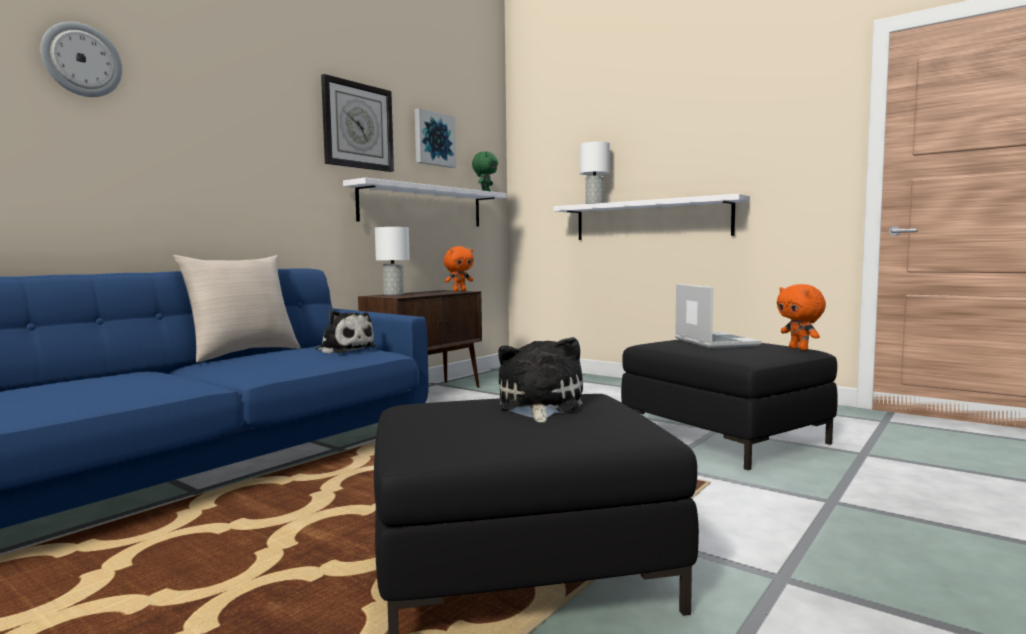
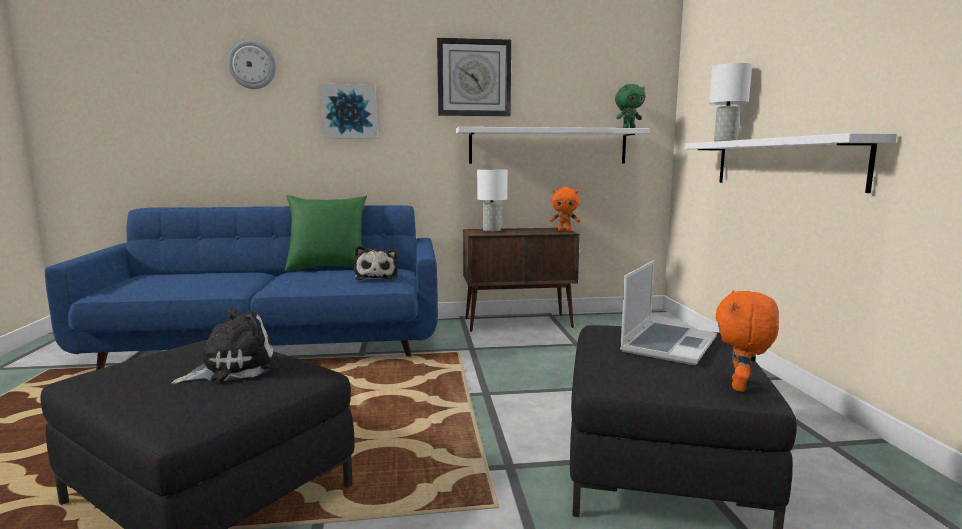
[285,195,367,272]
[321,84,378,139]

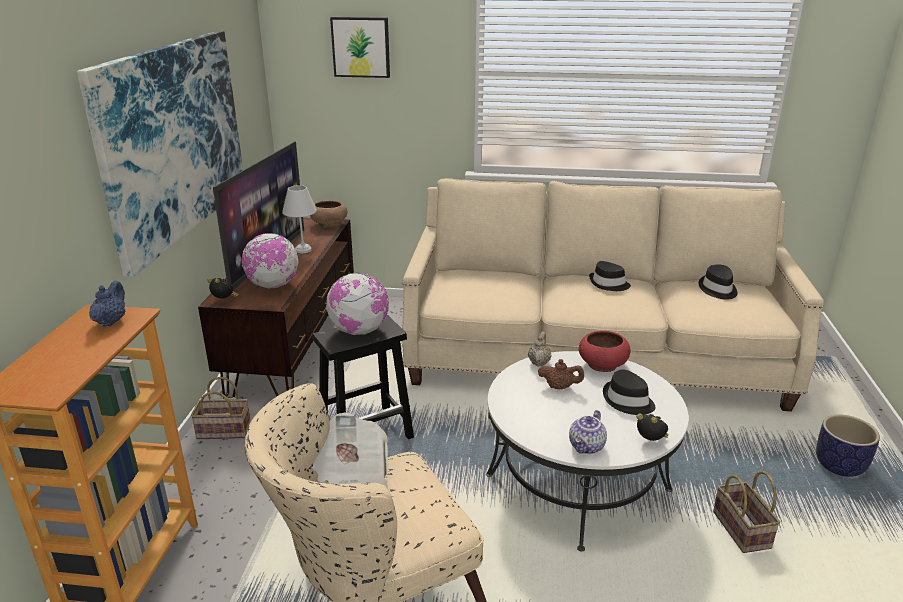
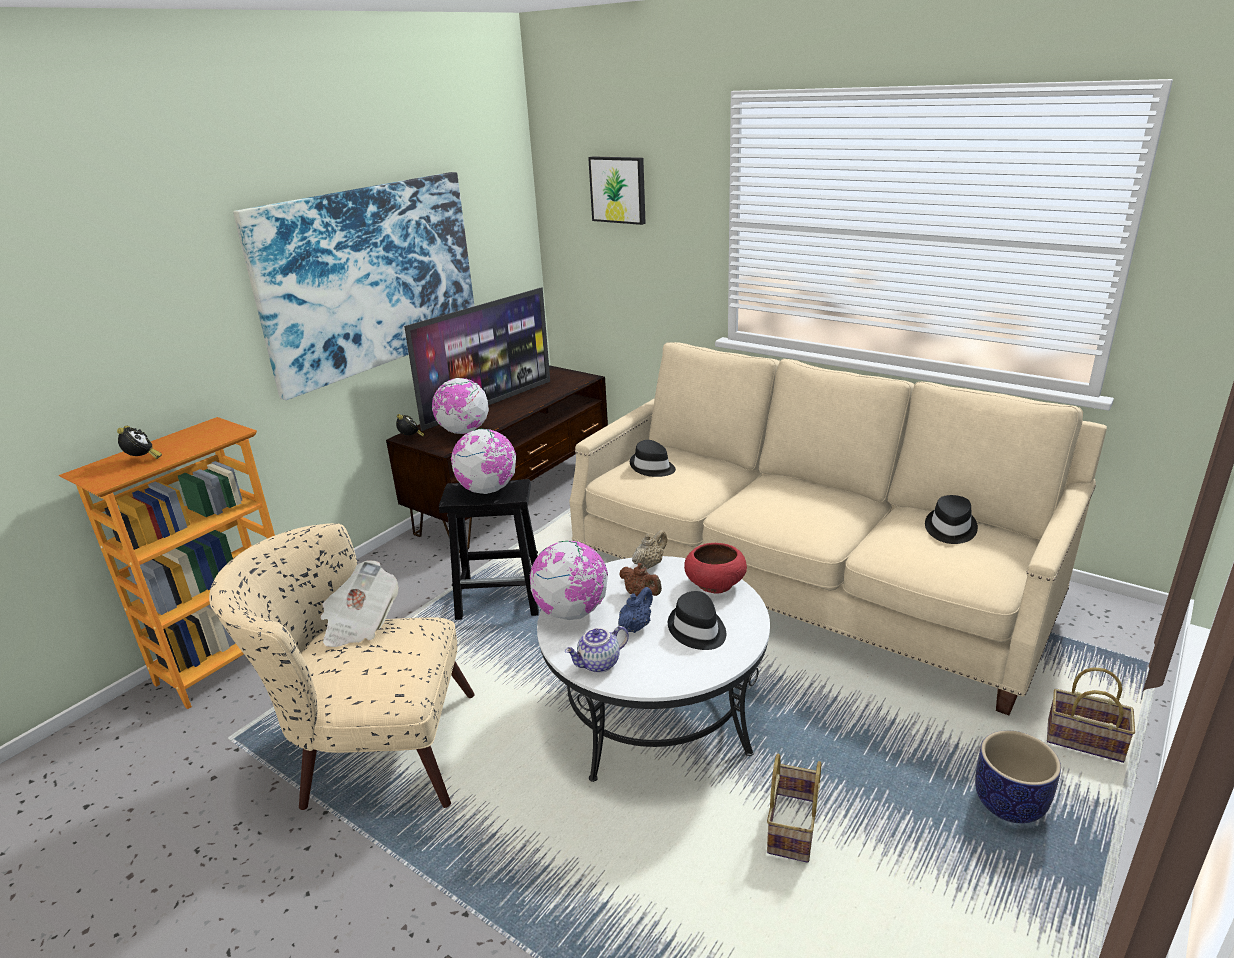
[117,426,162,459]
[530,541,608,620]
[618,587,653,633]
[630,440,676,477]
[1047,667,1135,763]
[282,185,317,253] (first image)
[310,200,347,228] (first image)

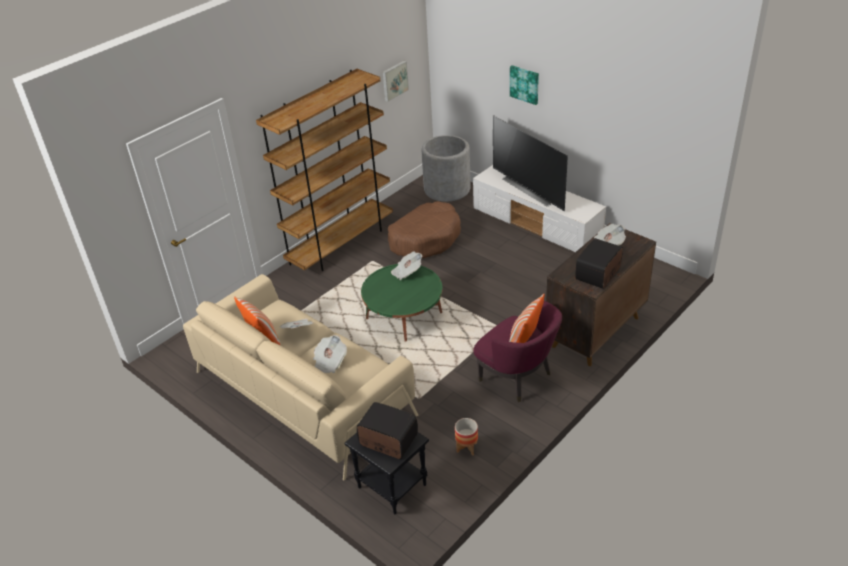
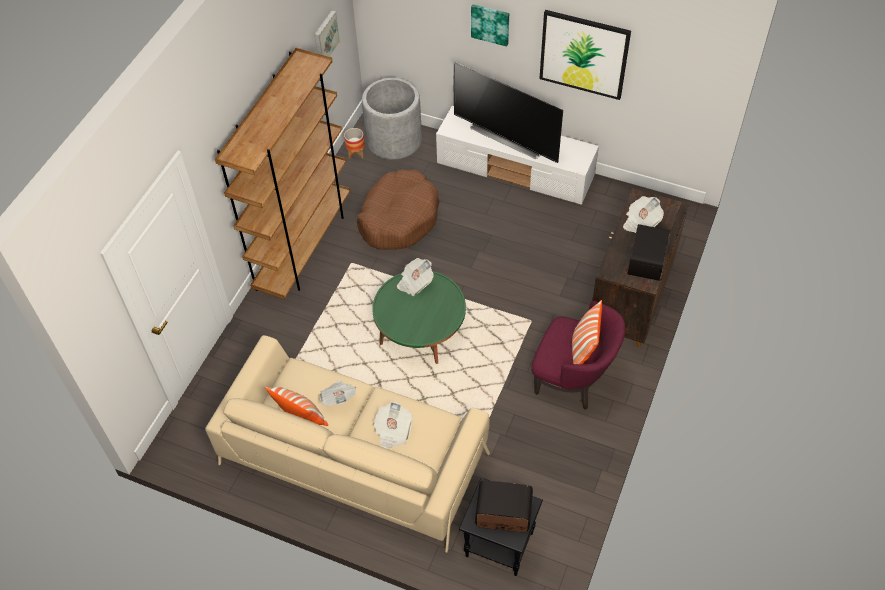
[344,128,365,159]
[539,10,631,100]

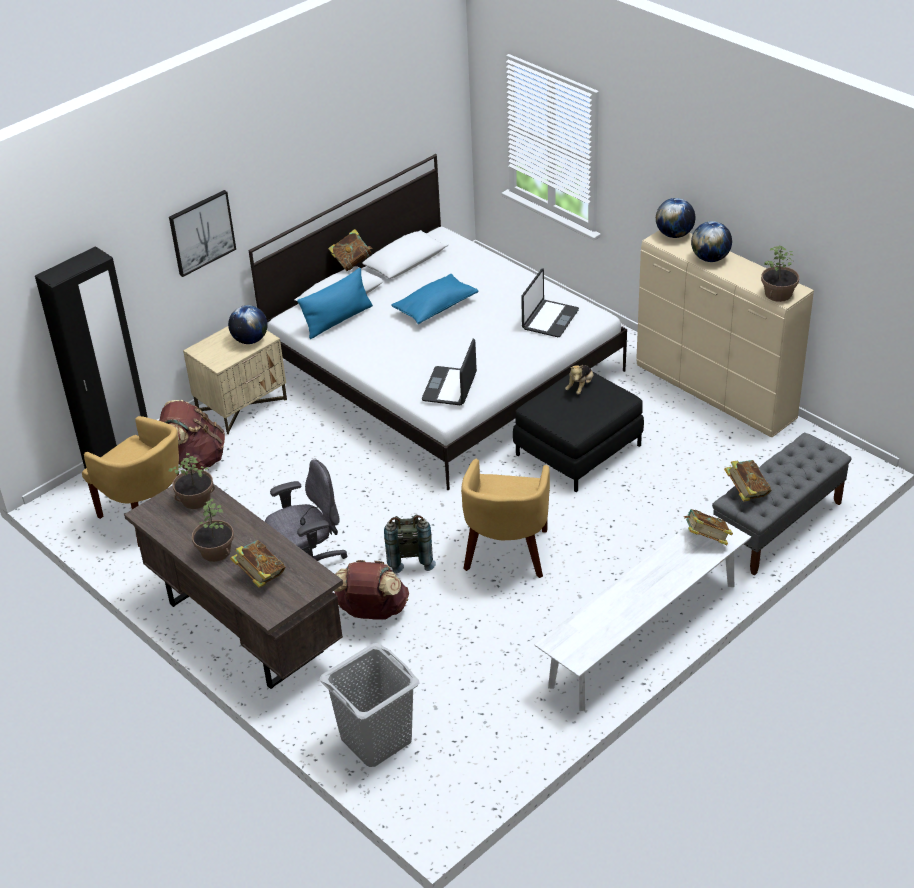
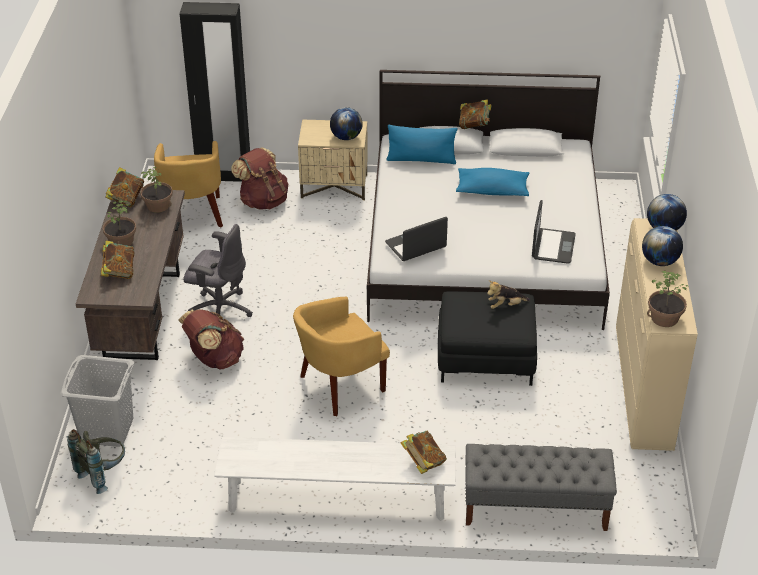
[67,429,125,494]
[105,167,144,207]
[532,200,576,264]
[169,190,236,277] (first image)

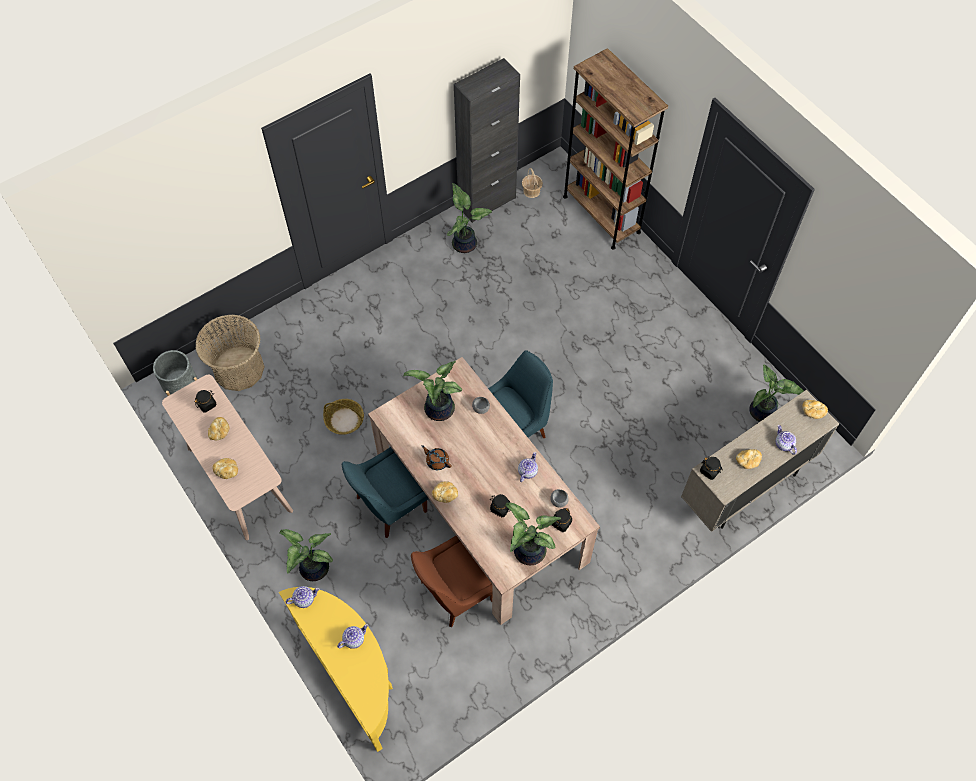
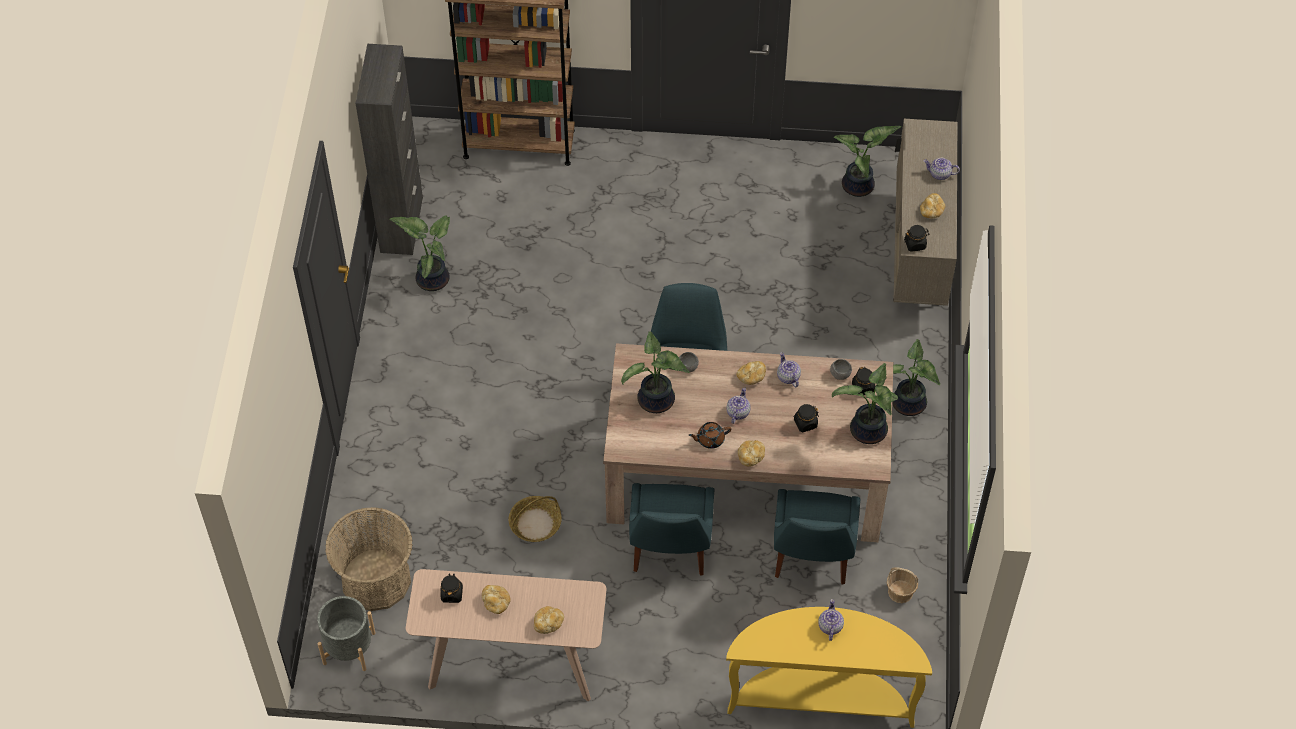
[726,387,751,424]
[736,361,766,385]
[774,489,860,584]
[887,567,918,603]
[892,339,940,416]

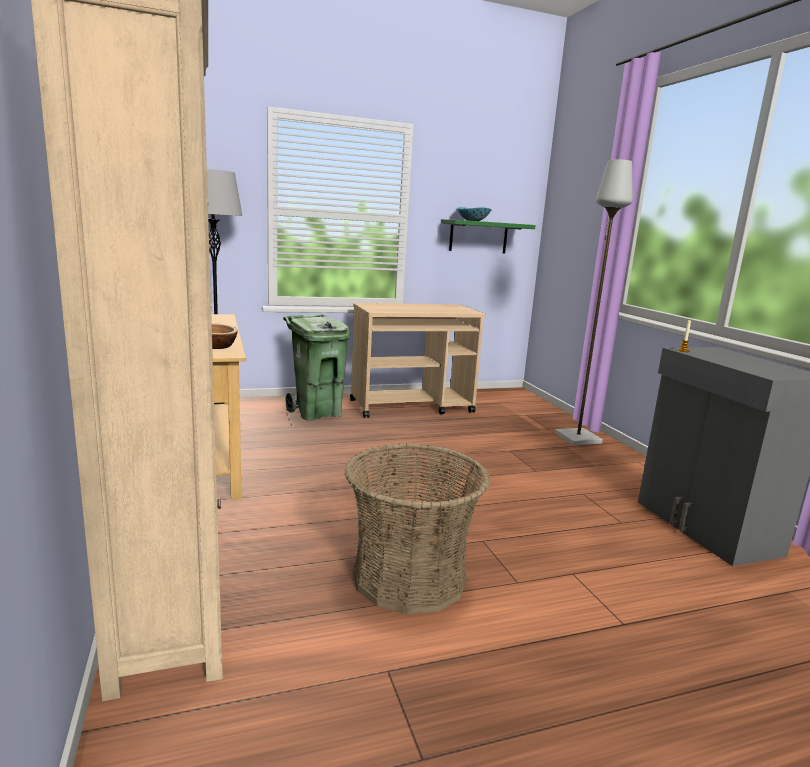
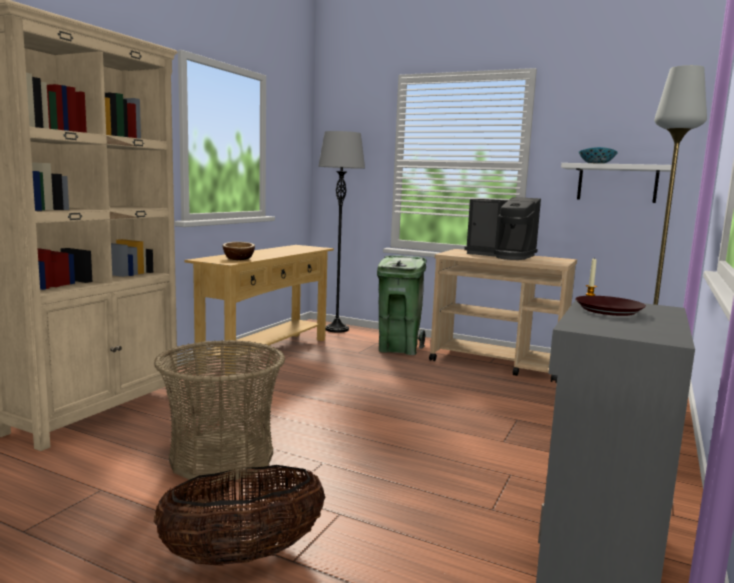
[154,465,325,566]
[464,197,541,260]
[561,163,677,203]
[575,296,646,316]

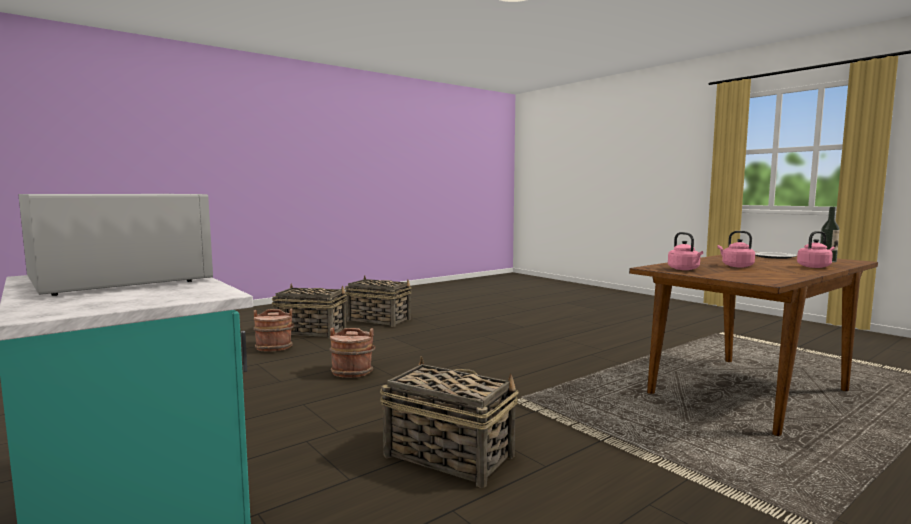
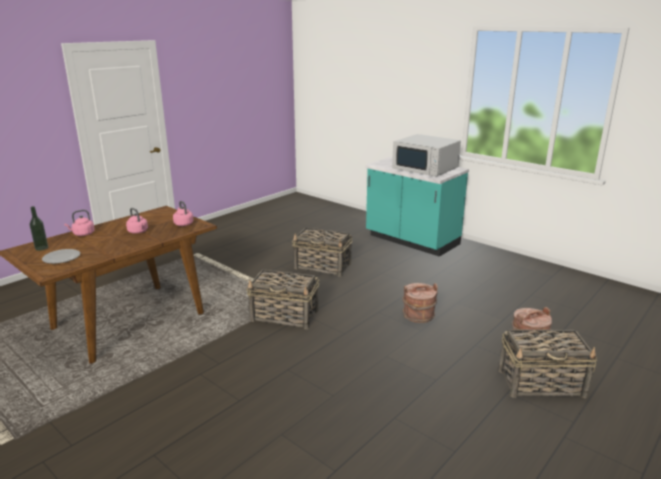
[246,269,319,329]

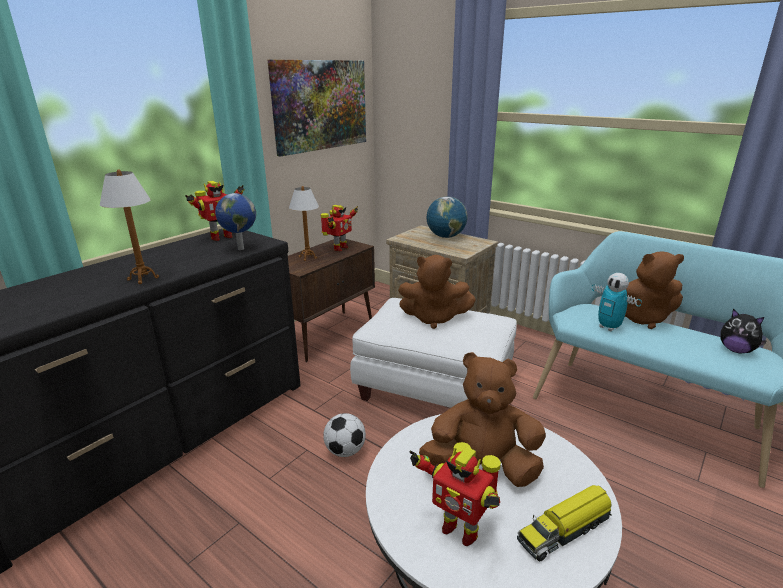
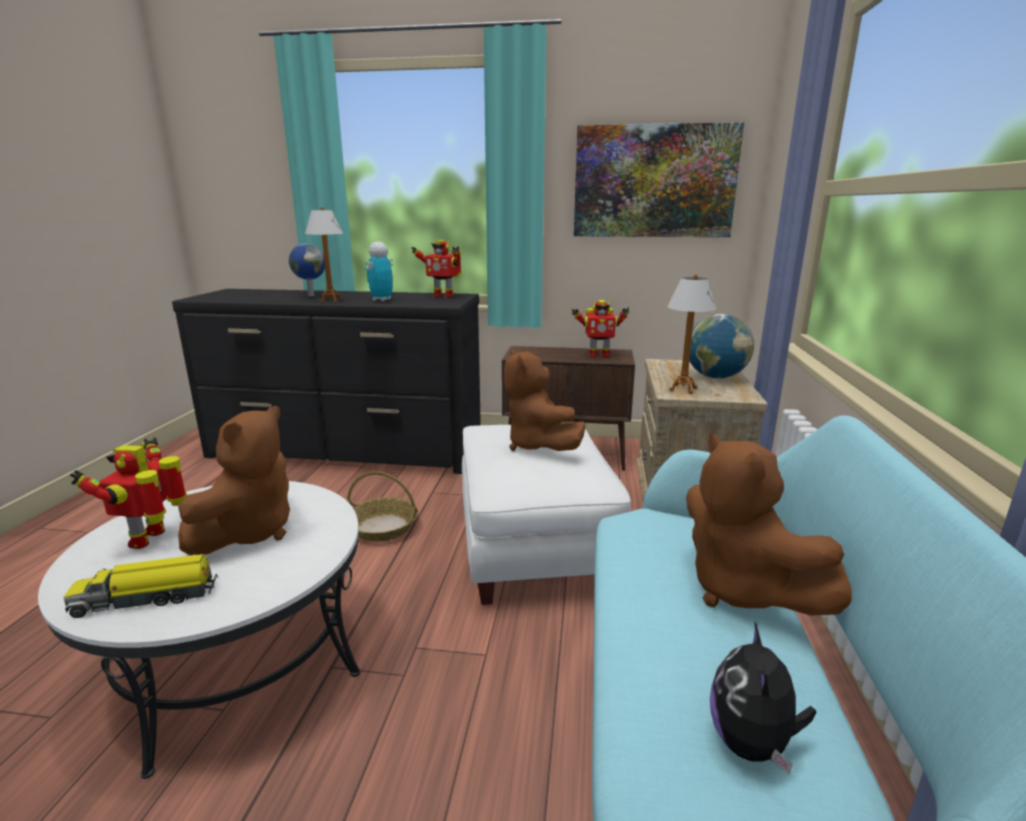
[64,554,218,618]
[178,406,290,555]
[289,244,325,296]
[347,471,418,541]
[365,242,393,301]
[667,274,716,394]

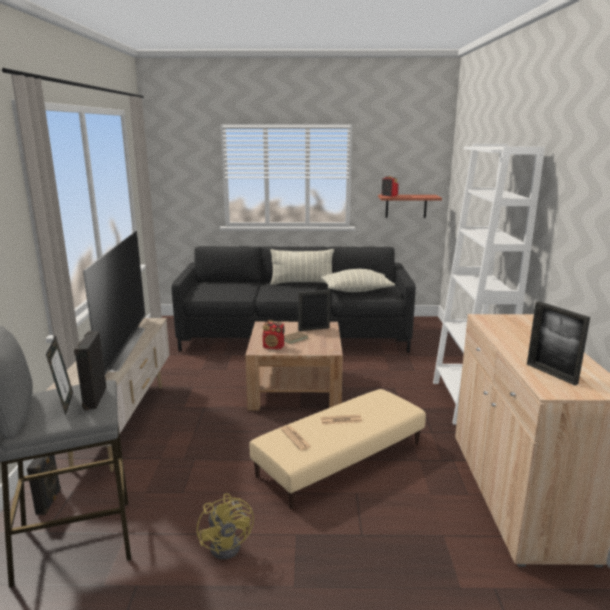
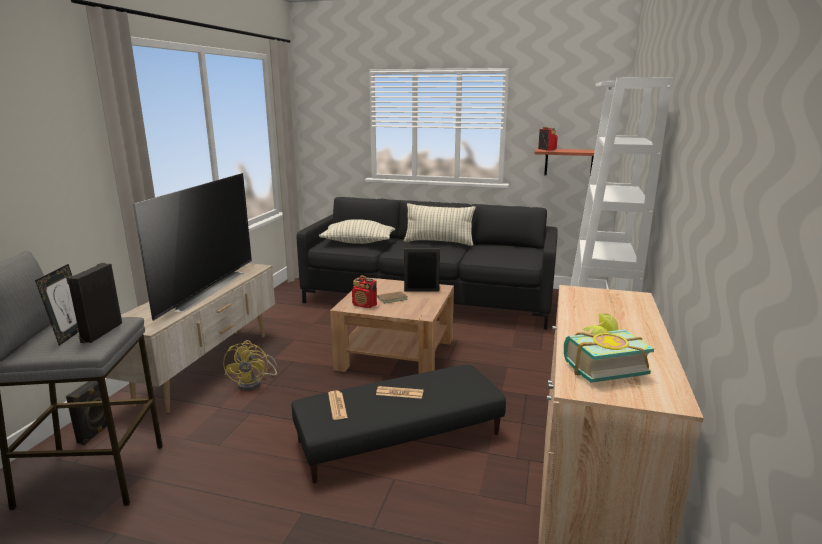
[223,340,277,391]
[292,365,506,484]
[319,219,396,244]
[564,313,654,383]

